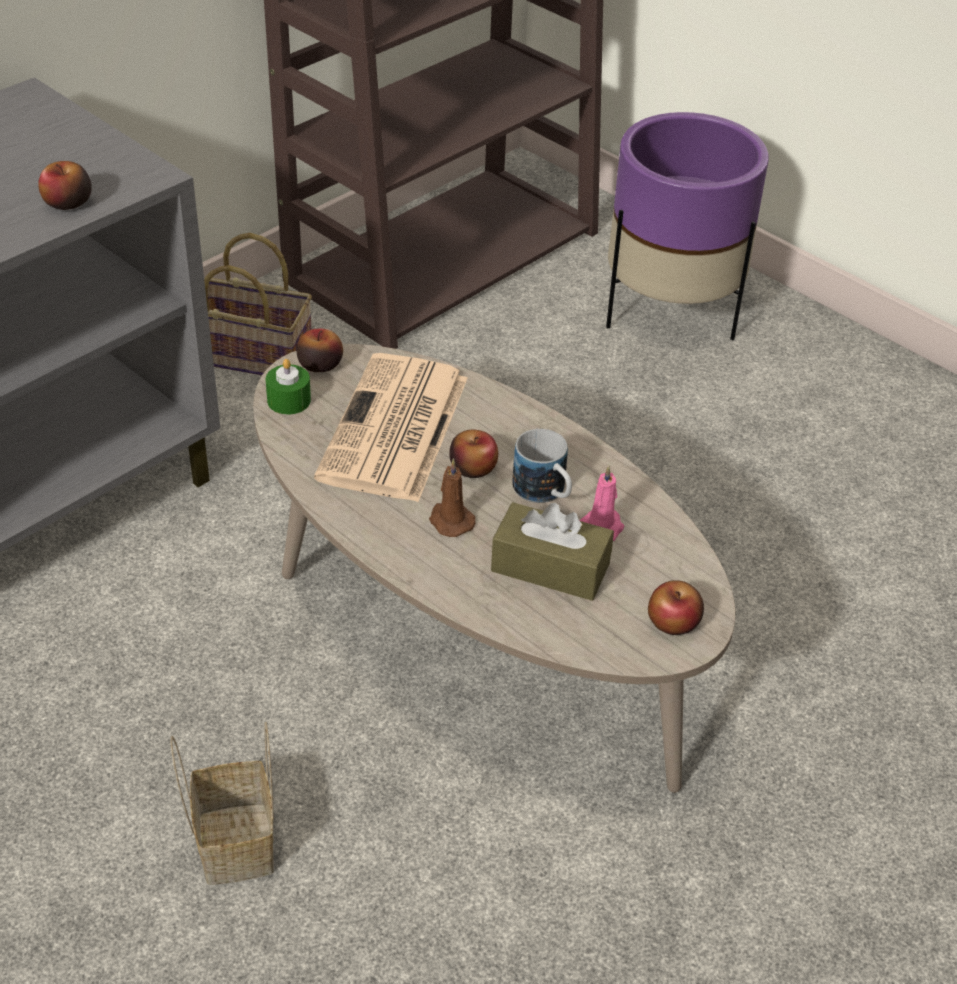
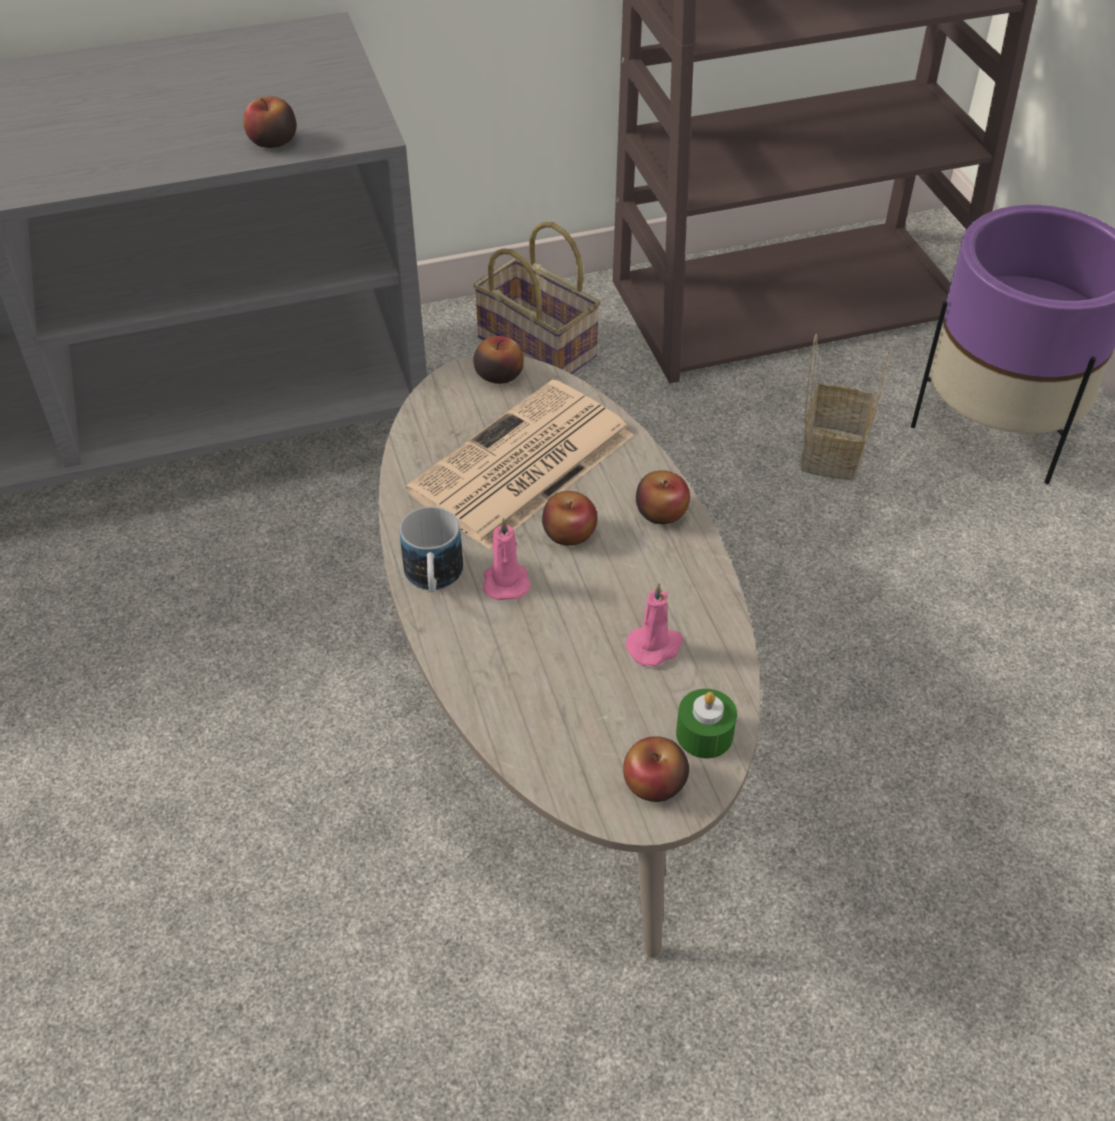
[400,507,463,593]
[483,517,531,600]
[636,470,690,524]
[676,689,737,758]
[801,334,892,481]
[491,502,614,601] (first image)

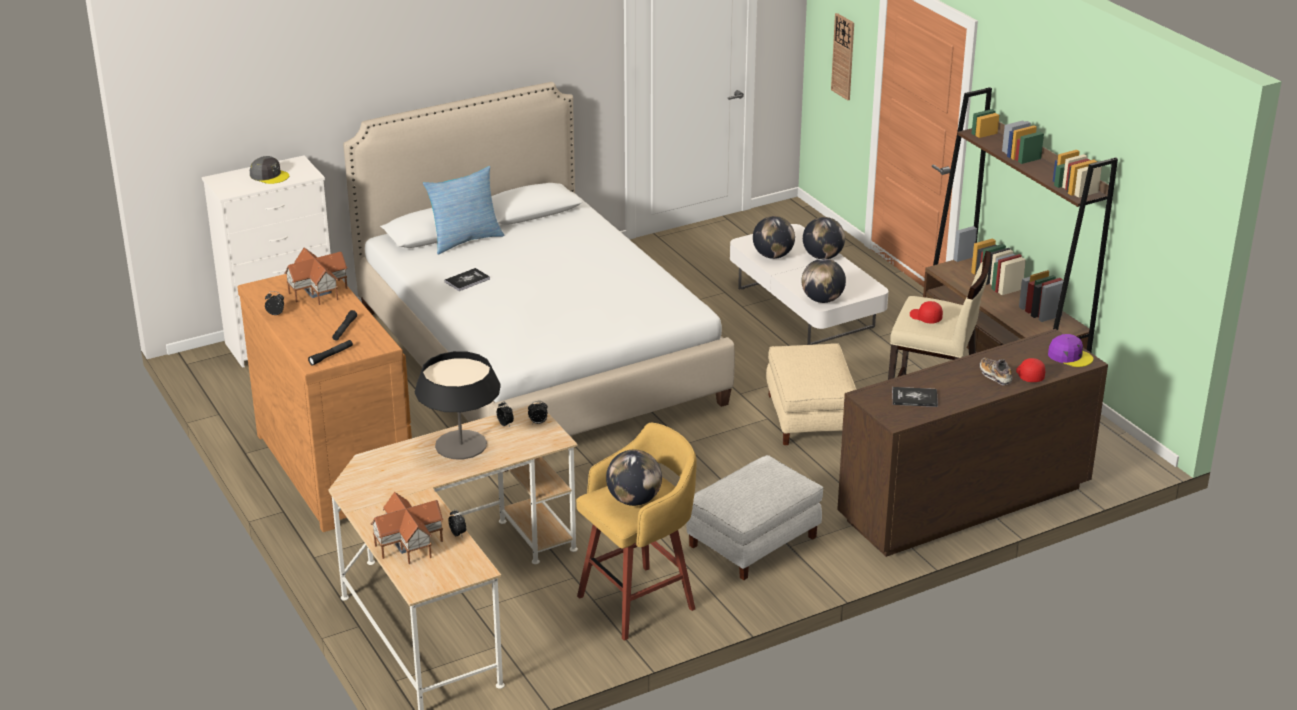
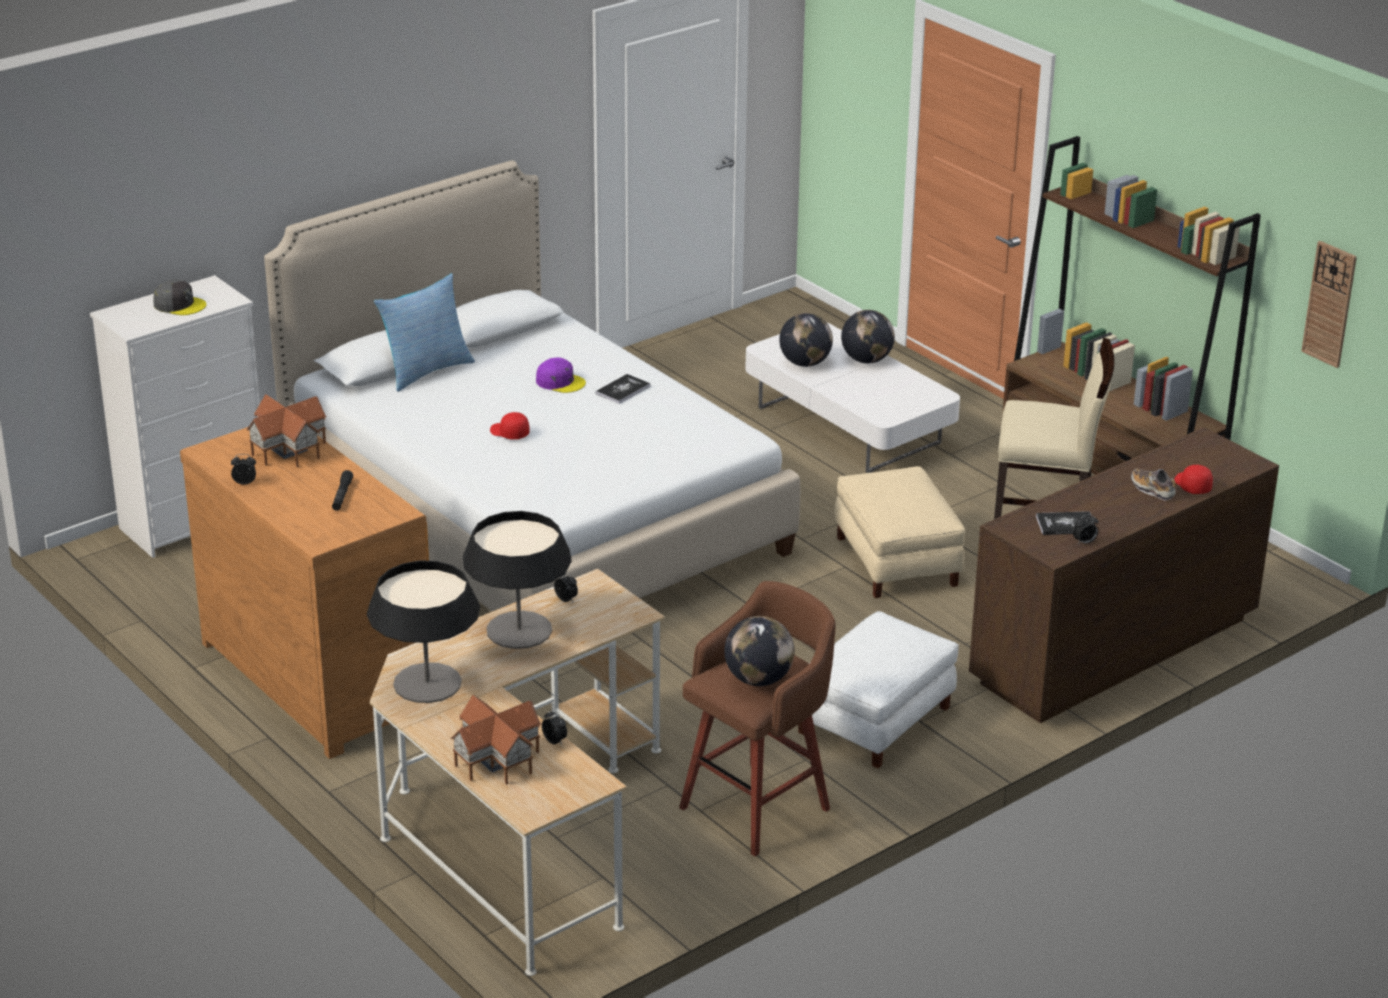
[367,560,480,703]
[490,412,530,440]
[536,357,586,393]
[596,374,651,404]
[679,581,835,856]
[1073,514,1099,544]
[1301,241,1357,368]
[308,340,353,366] (first image)
[801,259,846,303] (first image)

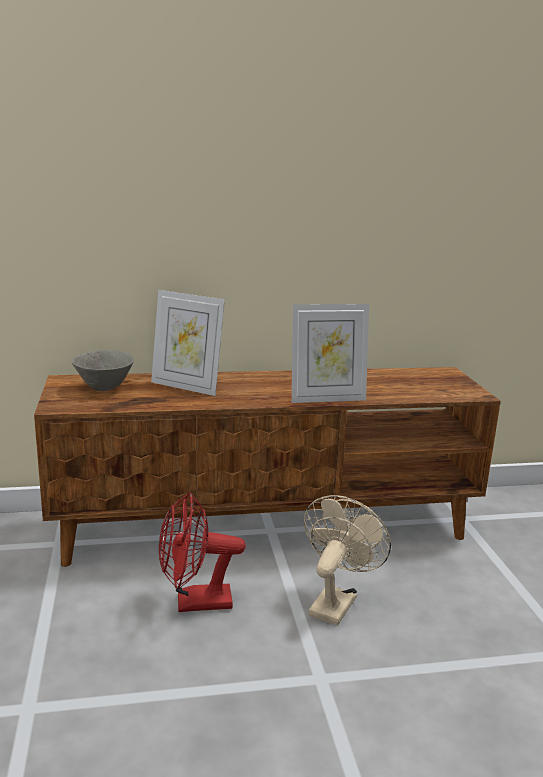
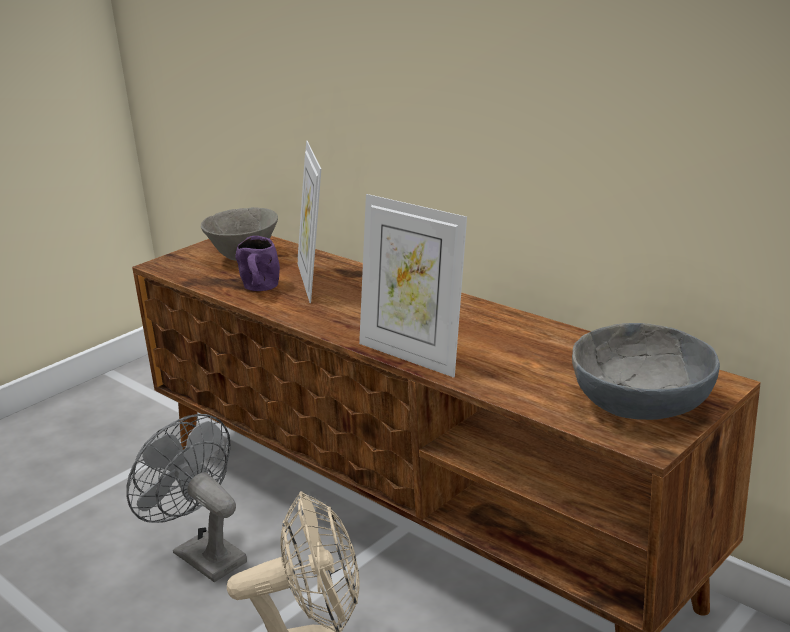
[126,414,247,582]
[235,236,280,291]
[572,323,720,420]

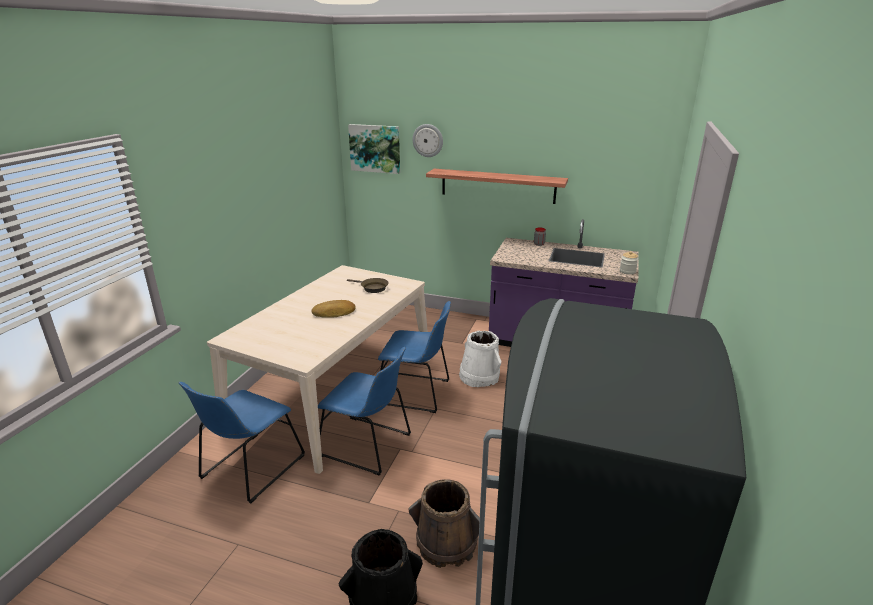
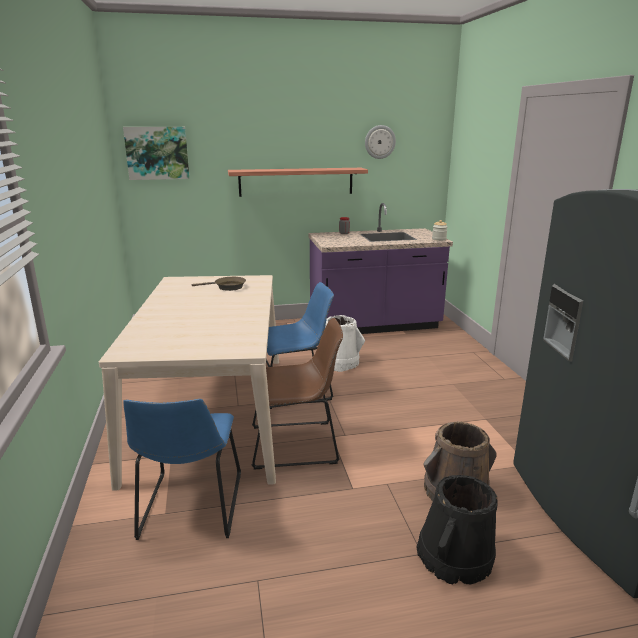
[252,318,343,469]
[365,125,396,159]
[311,300,356,318] (first image)

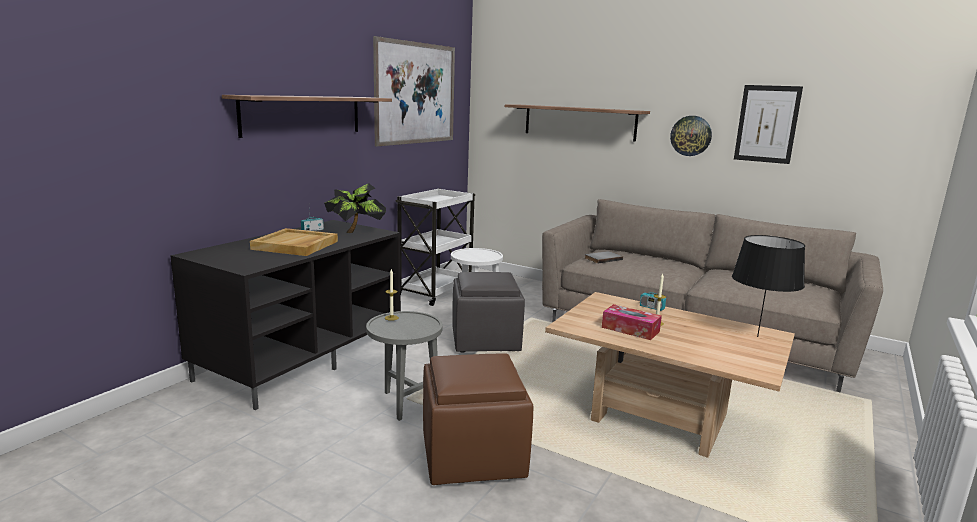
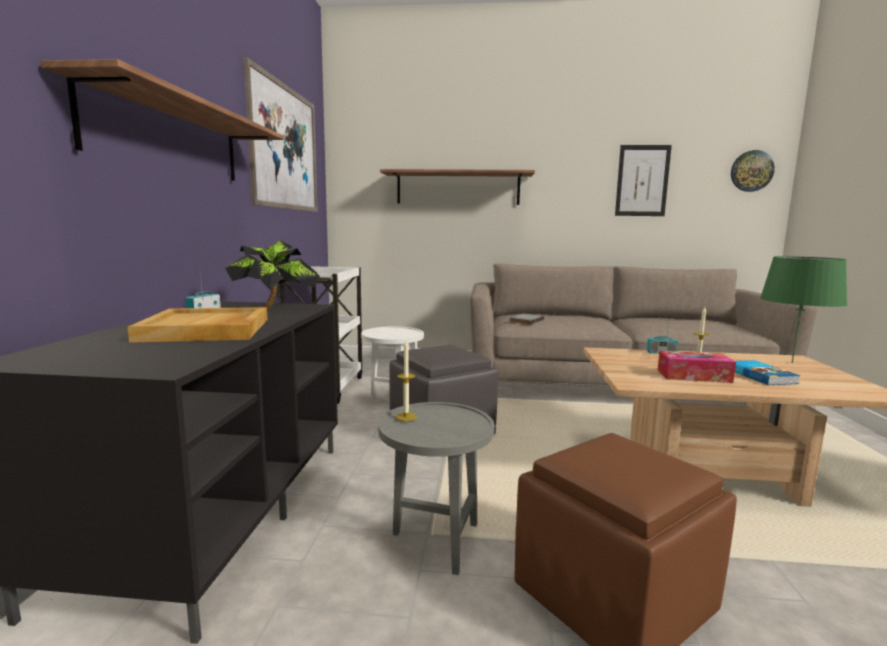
[731,150,775,192]
[735,360,801,385]
[760,256,847,363]

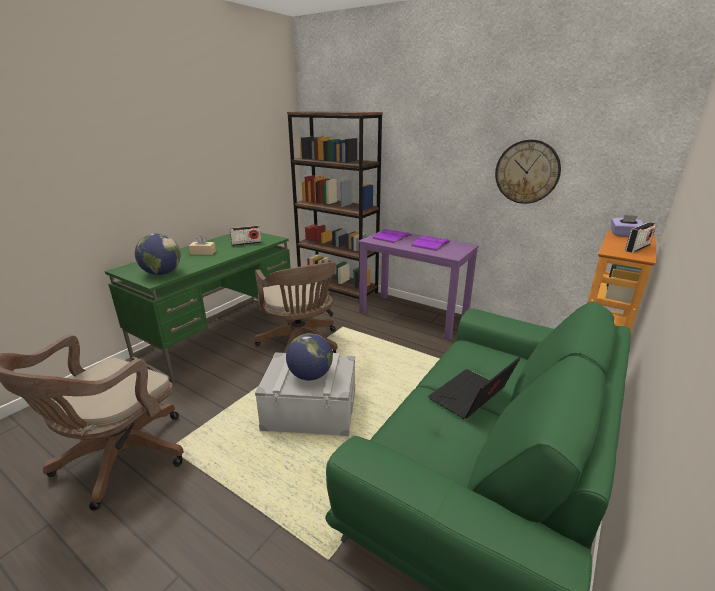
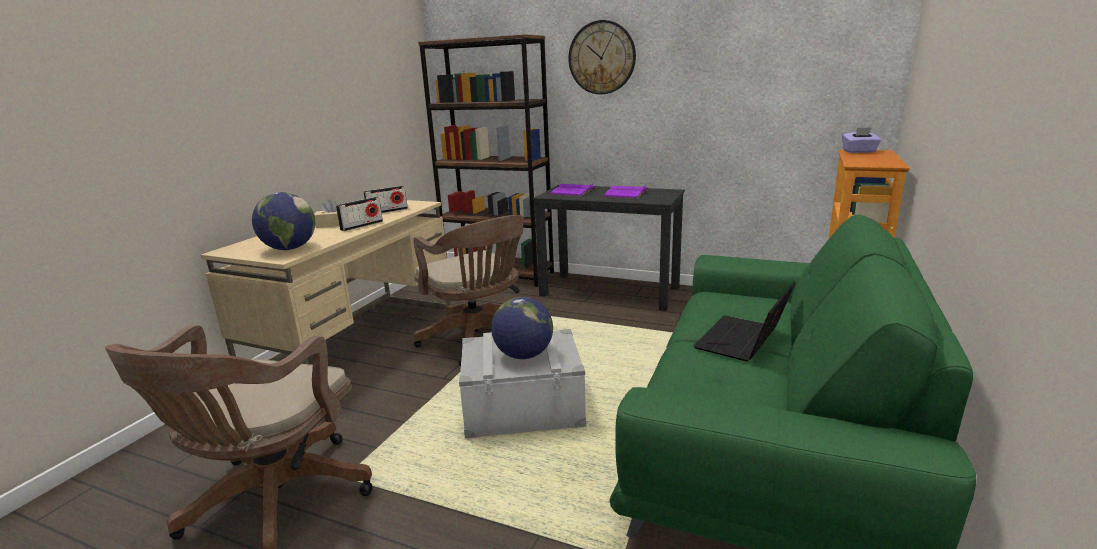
[201,200,451,364]
[336,197,383,231]
[533,185,685,311]
[568,20,636,94]

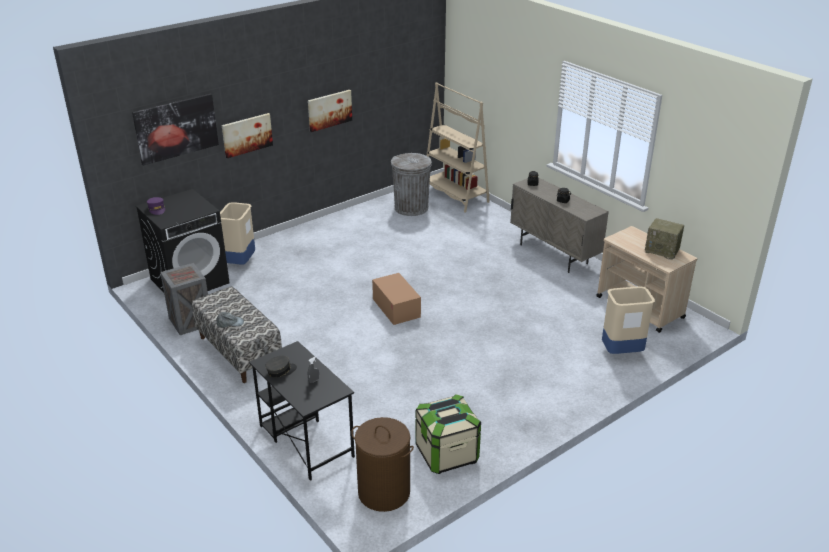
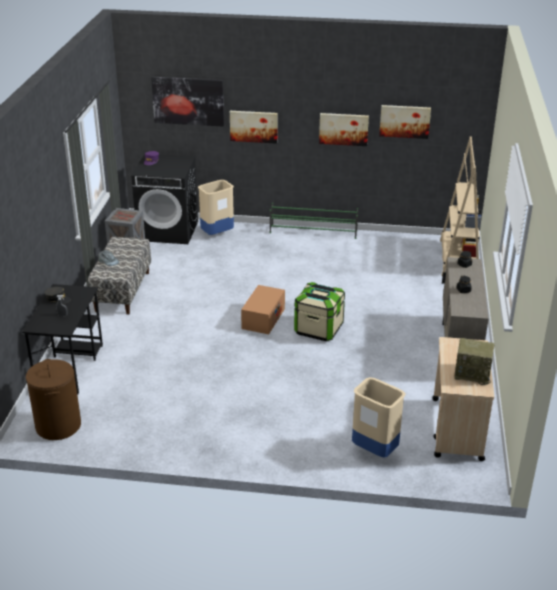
[270,203,358,239]
[294,282,345,341]
[379,105,431,139]
[454,338,494,385]
[391,153,432,216] (first image)

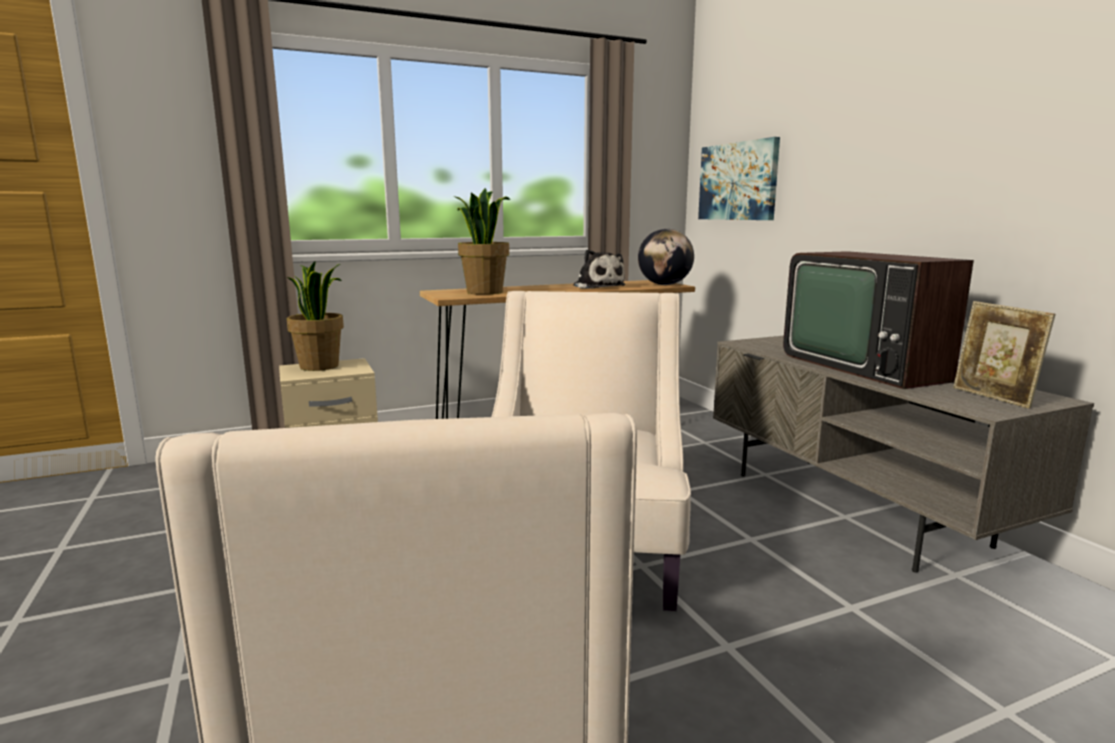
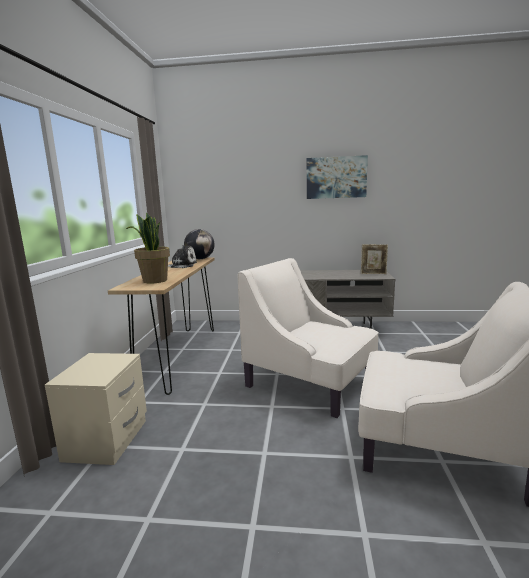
[307,155,368,199]
[287,261,344,371] (first image)
[783,251,974,389] (first image)

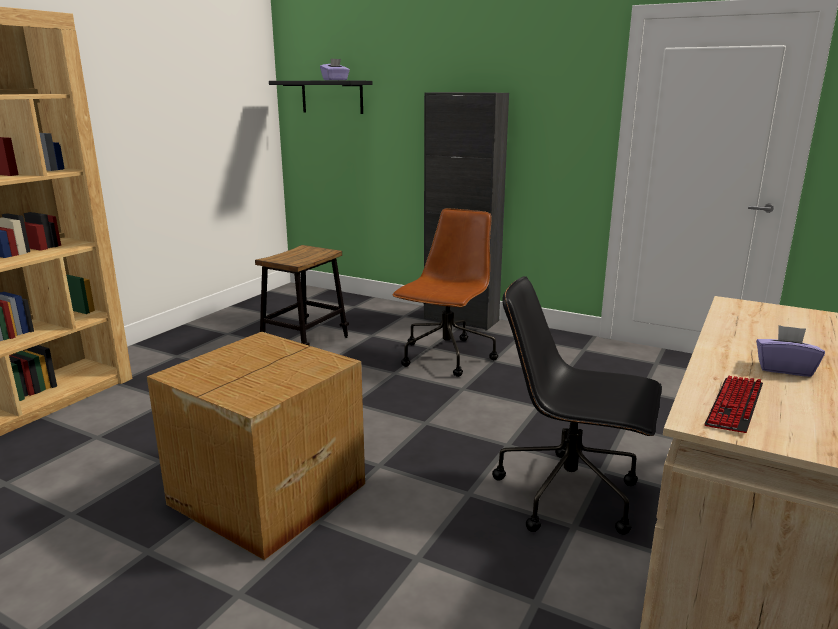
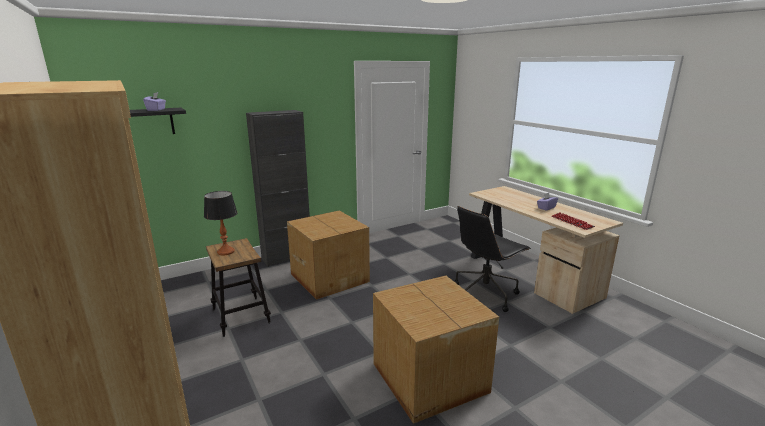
[204,191,237,255]
[287,210,370,300]

